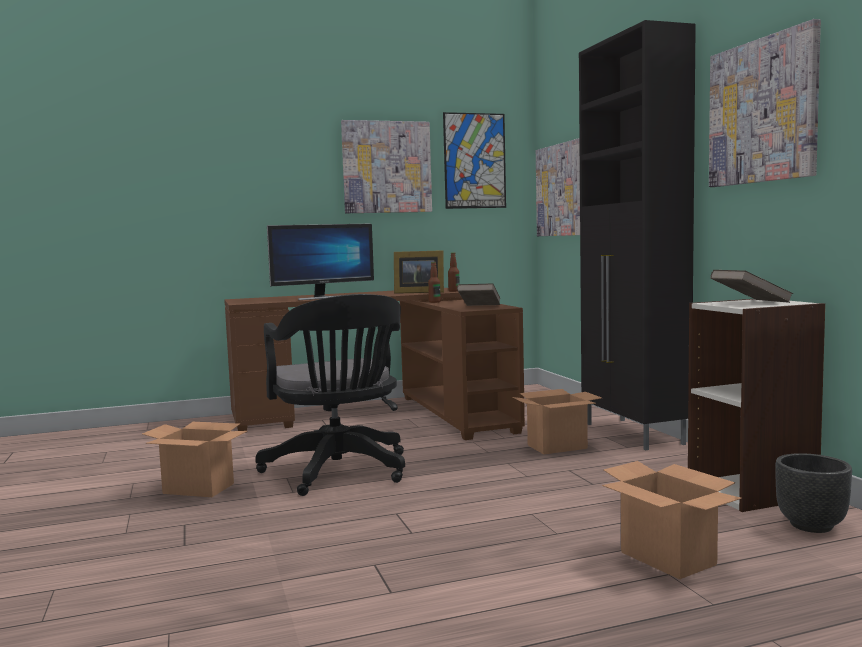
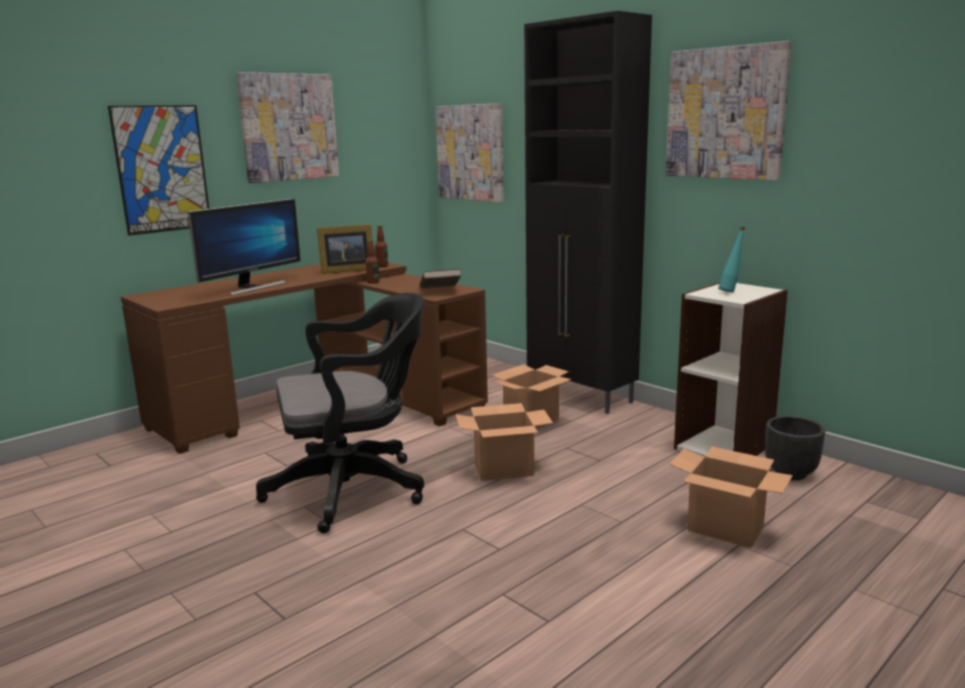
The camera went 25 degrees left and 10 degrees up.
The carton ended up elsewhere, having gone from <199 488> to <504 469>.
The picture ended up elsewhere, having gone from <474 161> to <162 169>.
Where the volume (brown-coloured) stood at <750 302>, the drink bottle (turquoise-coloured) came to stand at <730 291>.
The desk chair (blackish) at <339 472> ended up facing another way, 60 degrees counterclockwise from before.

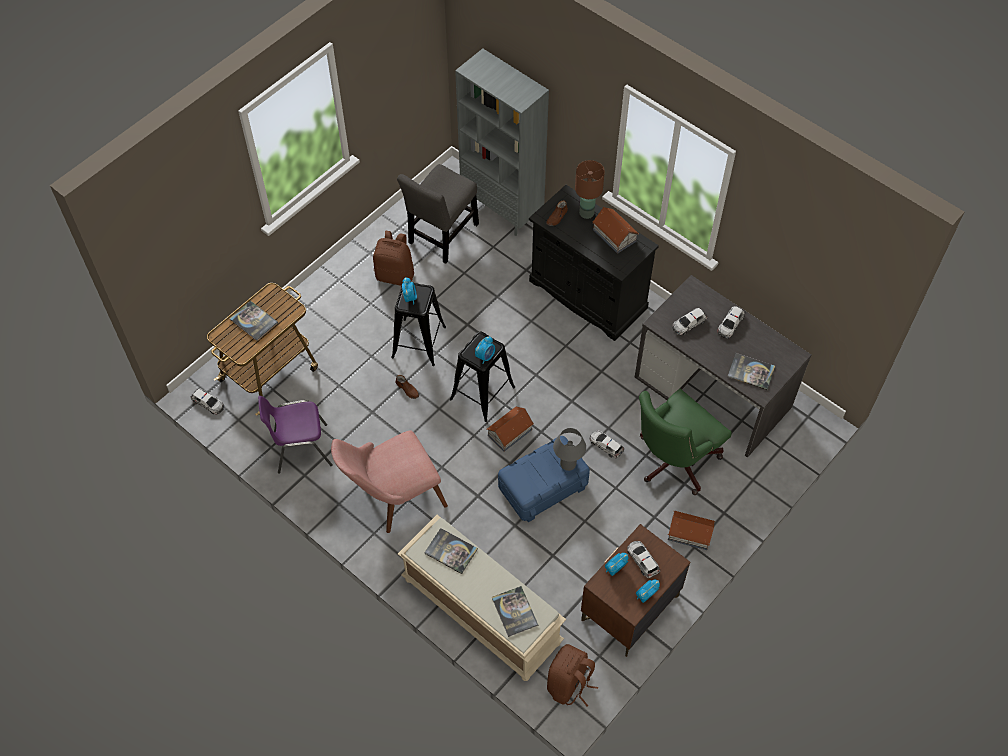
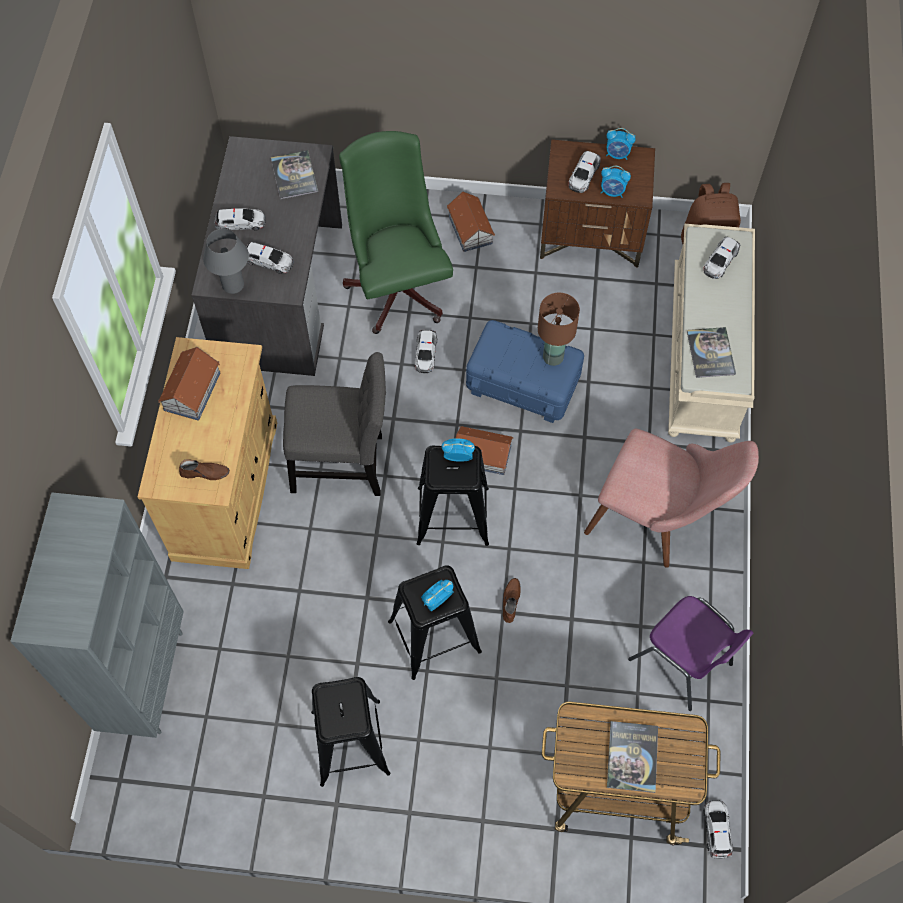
The camera went 125 degrees left and 5 degrees up.
The chair (grey) ended up elsewhere, having gone from <442 236> to <343 464>.
The table lamp (grey) ended up elsewhere, having gone from <568 464> to <233 285>.
The table lamp (brown-coloured) ended up elsewhere, having gone from <586 213> to <553 357>.
Where the backpack (brown-coloured) stood at <395 274>, the stool (blackish) came to stand at <350 742>.
Where the volume stood at <514 611>, the model car came to stand at <720 261>.
What was the cabinet (blackish) at <587 295> turned into the cabinet (beige-coloured) at <226 490>.
The desk chair (green) at <672 461> ended up facing another way, 120 degrees counterclockwise from before.

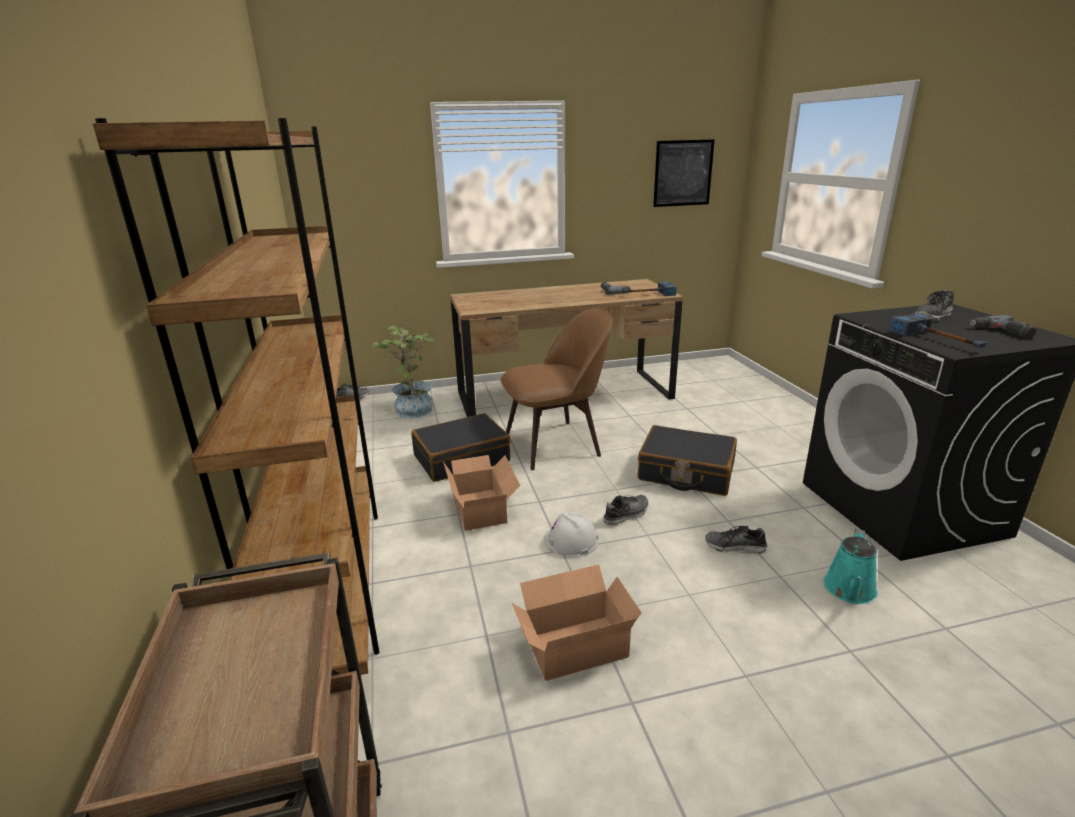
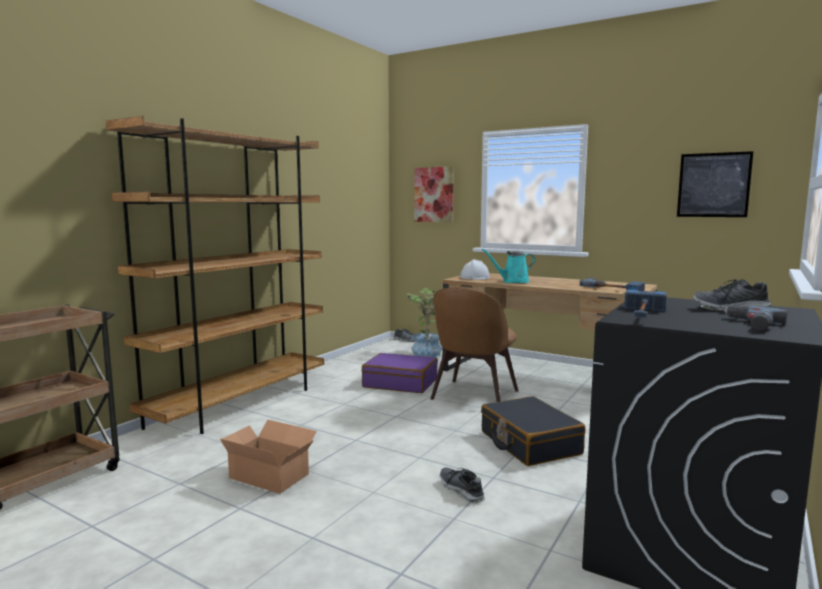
The camera went 45 degrees right and 15 degrees down.
The second view lost the carton at <482 508>.
The second view lost the low shoe at <626 515>.
The second view gained the picture at <434 194>.
The hard hat (whitish) ended up elsewhere, having gone from <570 541> to <474 277>.
The watering can (turquoise-coloured) ended up elsewhere, having gone from <849 591> to <513 281>.
What was the piece of luggage (blackish) at <461 458> turned into the piece of luggage (purple-coloured) at <400 383>.
The chair (brown-coloured) at <556 443> ended up facing another way, 90 degrees clockwise from before.

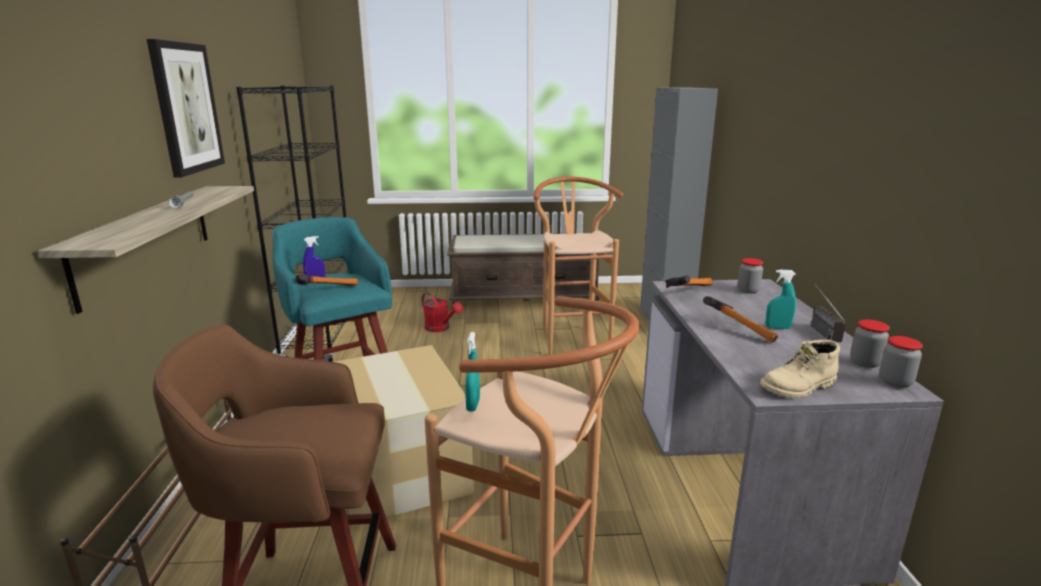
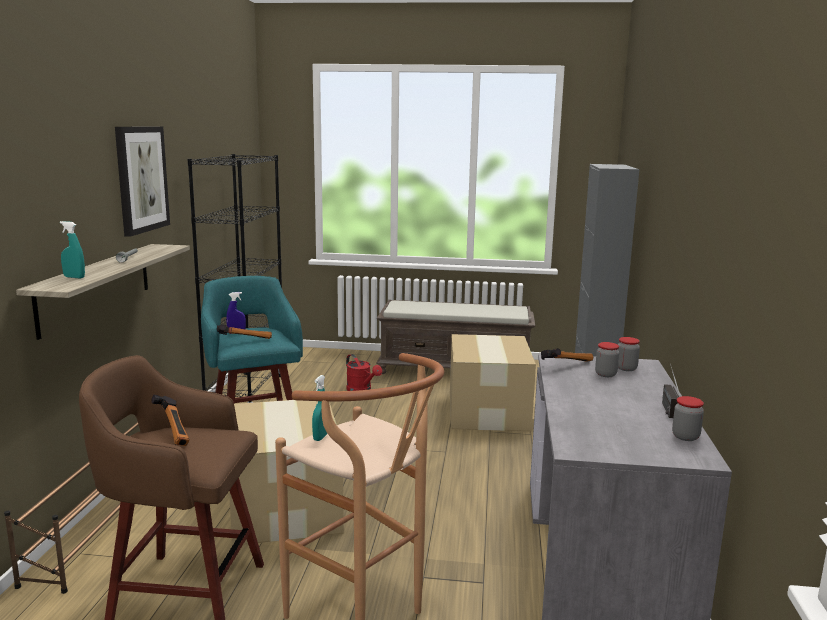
The camera went 10 degrees right and 5 degrees down.
The second view lost the tall boot (beige-coloured) at <799 388>.
The hammer ended up elsewhere, having gone from <741 330> to <179 431>.
The hand sprayer (turquoise-coloured) ended up elsewhere, having gone from <777 328> to <74 277>.
The preserve jar ended up elsewhere, having gone from <895 382> to <605 374>.
Where the stool (brown-coloured) stood at <572 338>, the carton came to stand at <488 411>.

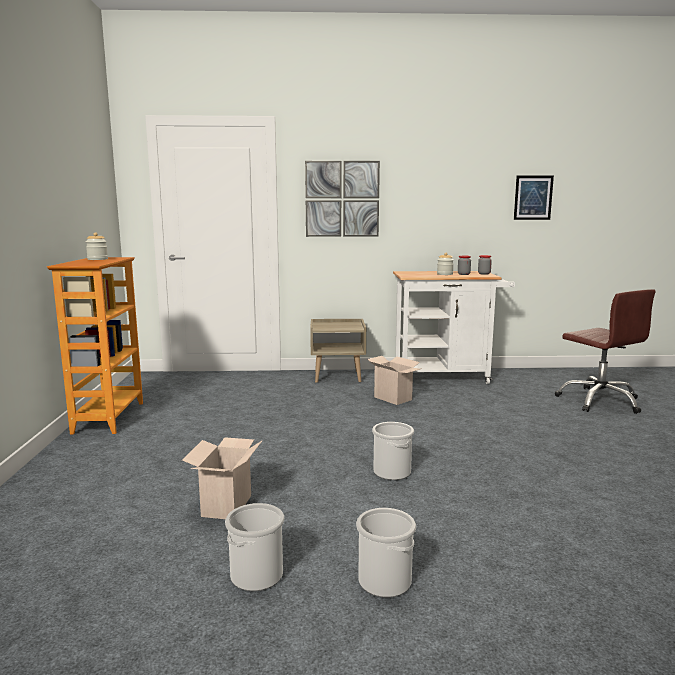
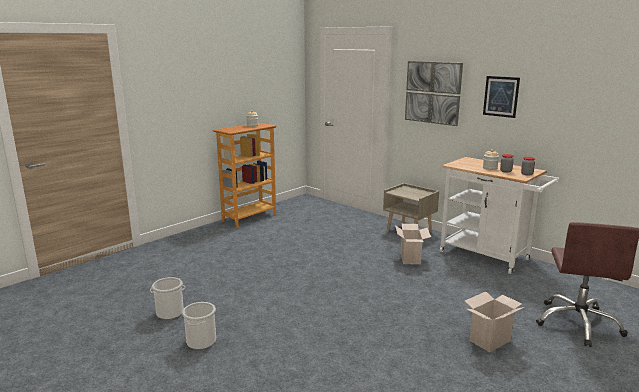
The camera went 45 degrees right and 5 degrees up.
The second view lost the bucket at <391 472>.
The carton ended up elsewhere, having gone from <226 505> to <489 340>.
The picture ended up elsewhere, having gone from <533 197> to <501 96>.

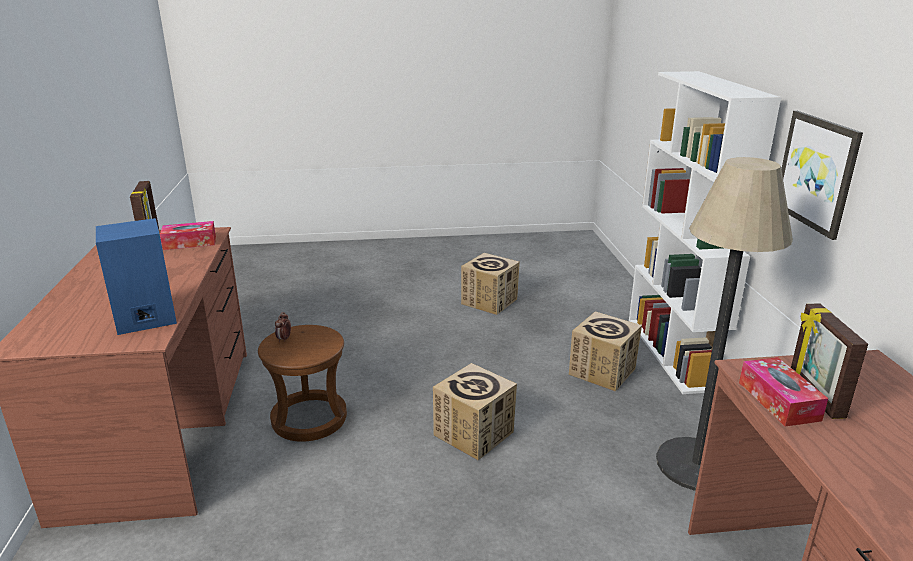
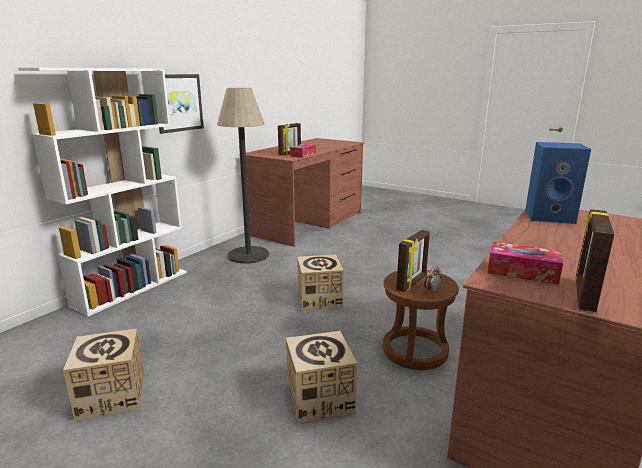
The camera went 140 degrees left and 5 degrees down.
The second view gained the picture frame at <412 283>.
The carton ended up elsewhere, having gone from <602 371> to <319 398>.

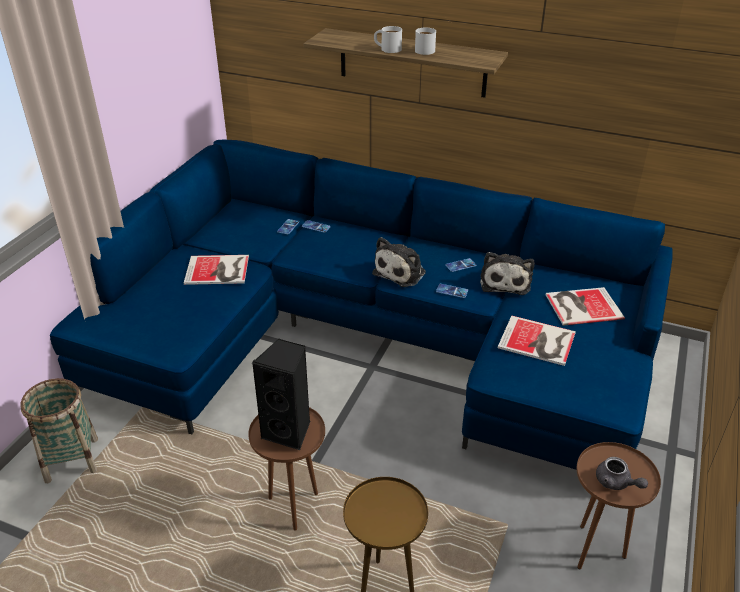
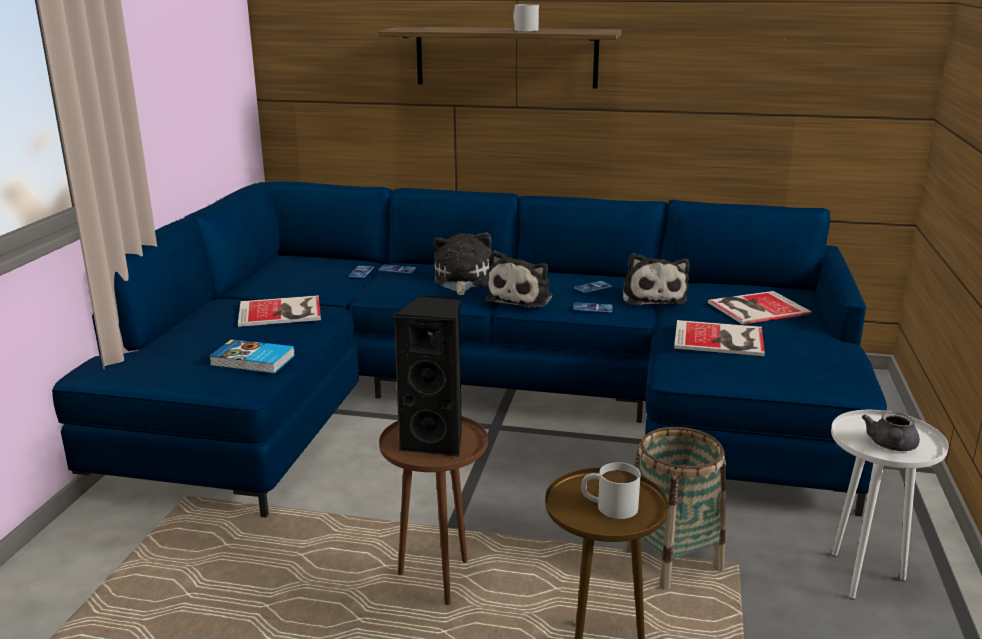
The camera went 10 degrees left and 15 degrees down.
The second view gained the volume at <252 361>.
The second view gained the cuddly toy at <462 280>.
The basket ended up elsewhere, having gone from <71 460> to <672 561>.
The coffee mug (whitish) ended up elsewhere, having gone from <387 48> to <609 506>.
What was the end table (brown-coloured) at <595 550> turned into the end table (whitish) at <862 577>.
The tea pot (grey) at <616 483> ended up facing another way, 75 degrees clockwise from before.

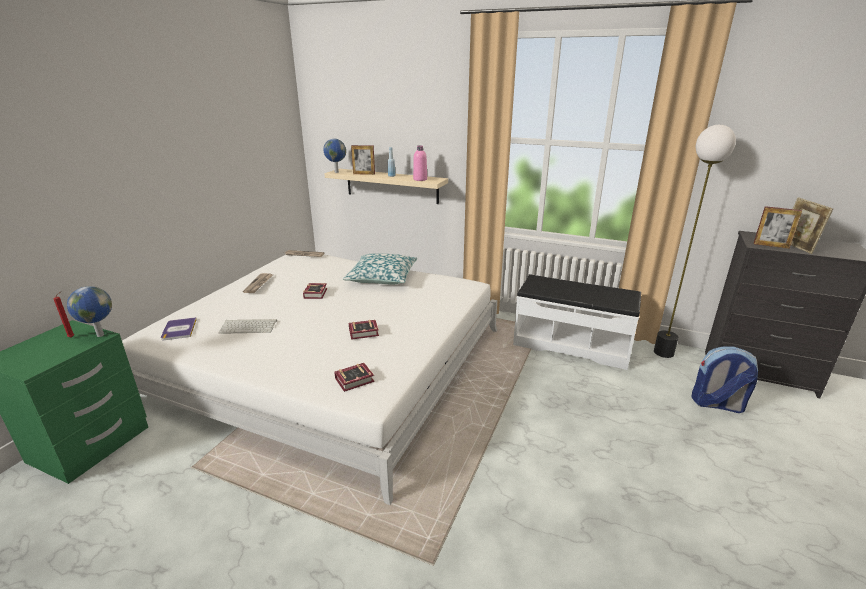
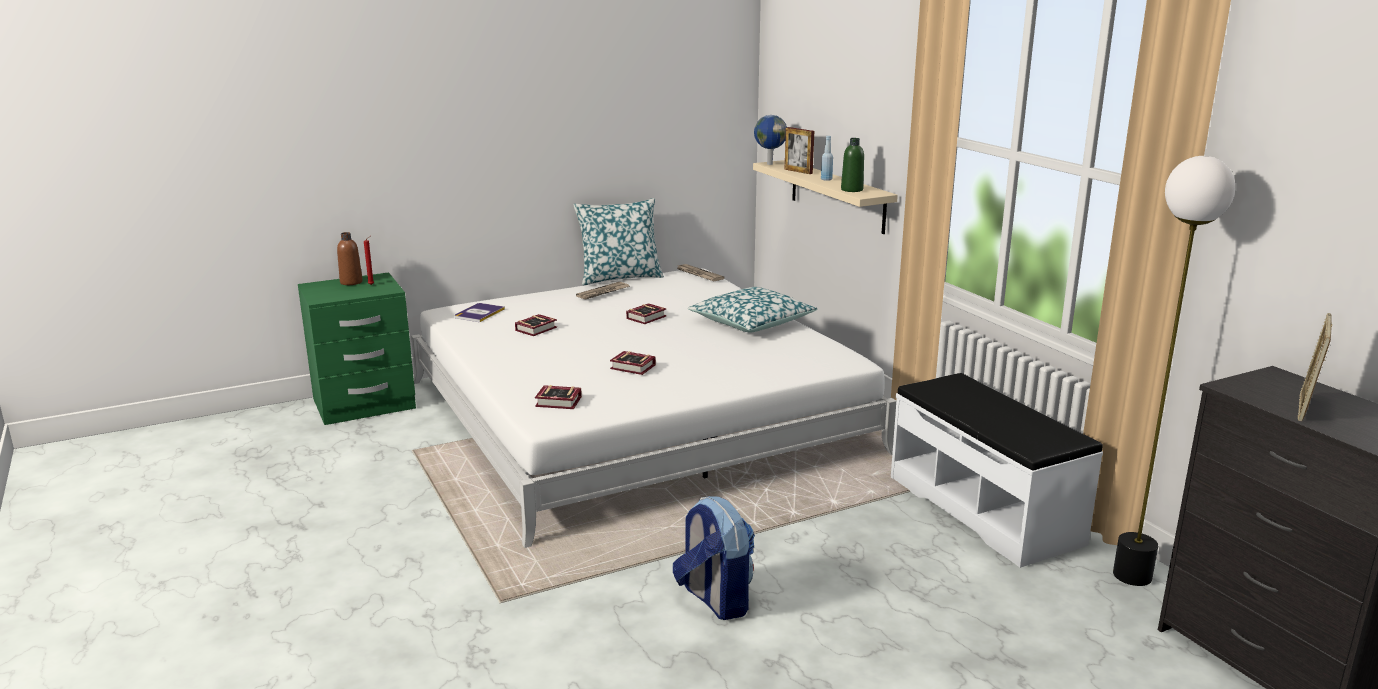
The camera went 40 degrees right and 5 degrees down.
The second view lost the desk globe at <99 335>.
The second view lost the picture frame at <771 245>.
The second view gained the drink bottle (brown-coloured) at <351 282>.
The second view gained the throw pillow at <619 277>.
The backpack ended up elsewhere, having gone from <716 404> to <714 599>.
Where the computer keyboard stood at <249 326>, the volume came to stand at <538 329>.
What was the drink bottle (pinkish) at <420 179> turned into the drink bottle (green) at <852 190>.

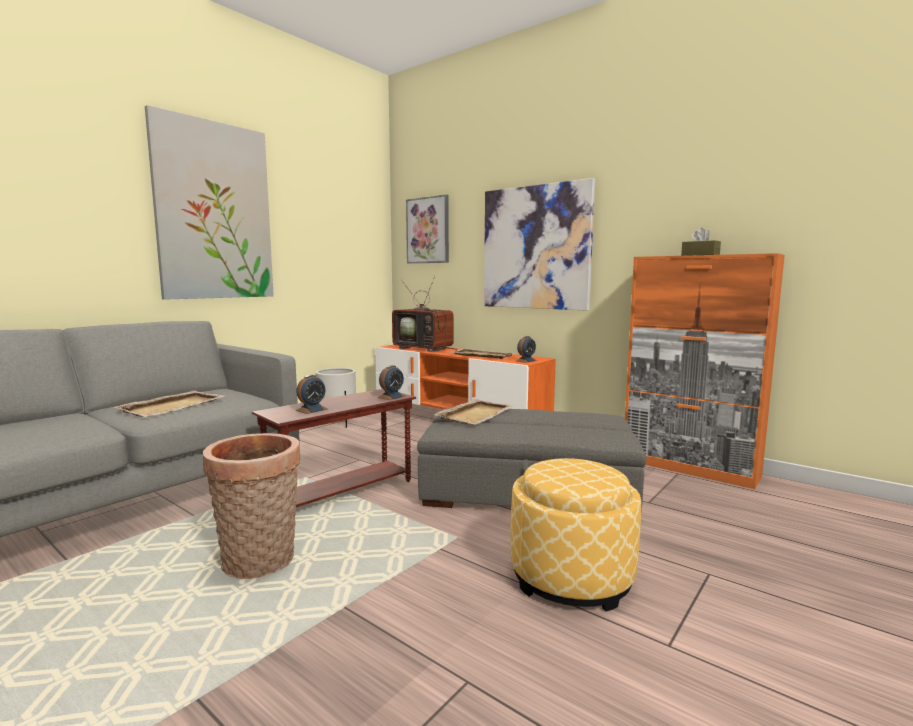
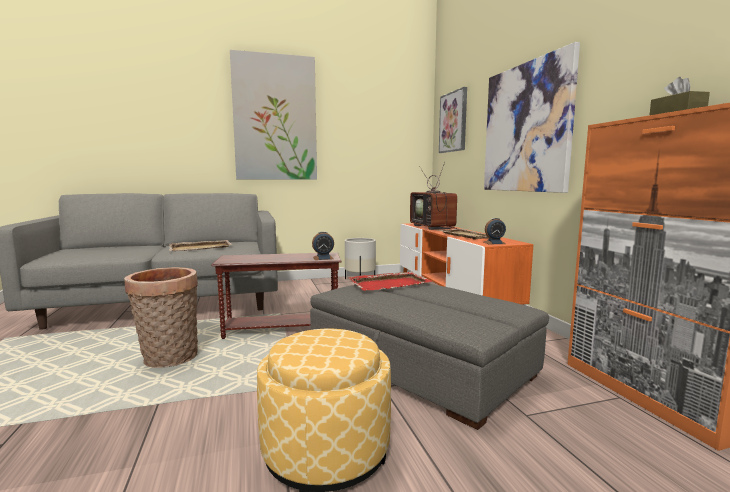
The camera went 35 degrees right and 0 degrees up.
The second view lost the alarm clock at <311 410>.
What was the serving tray (beige-coloured) at <475 414> turned into the serving tray (reddish) at <390 284>.

